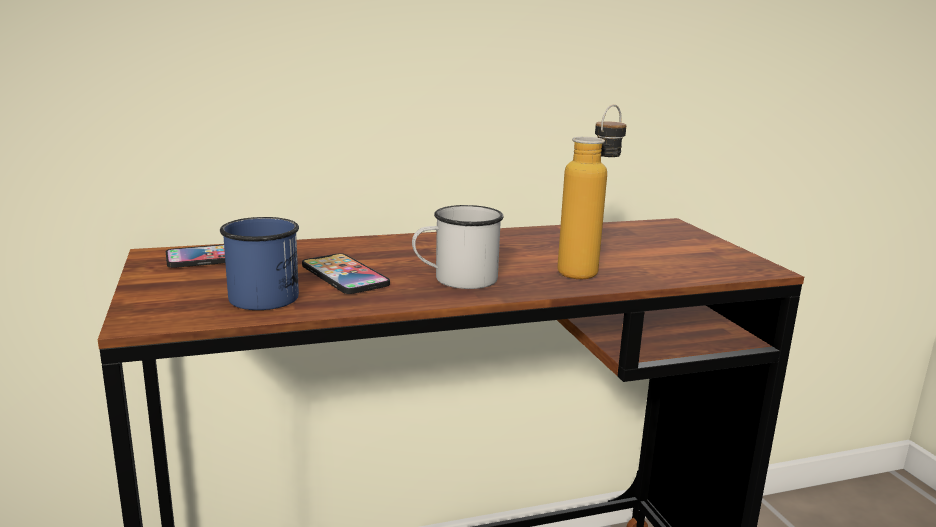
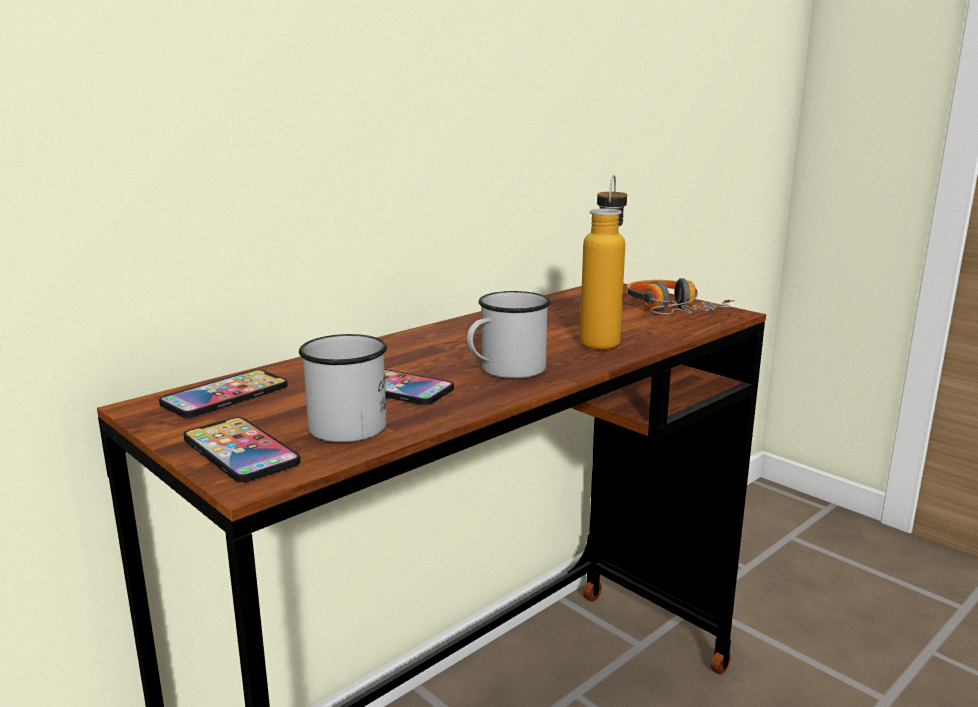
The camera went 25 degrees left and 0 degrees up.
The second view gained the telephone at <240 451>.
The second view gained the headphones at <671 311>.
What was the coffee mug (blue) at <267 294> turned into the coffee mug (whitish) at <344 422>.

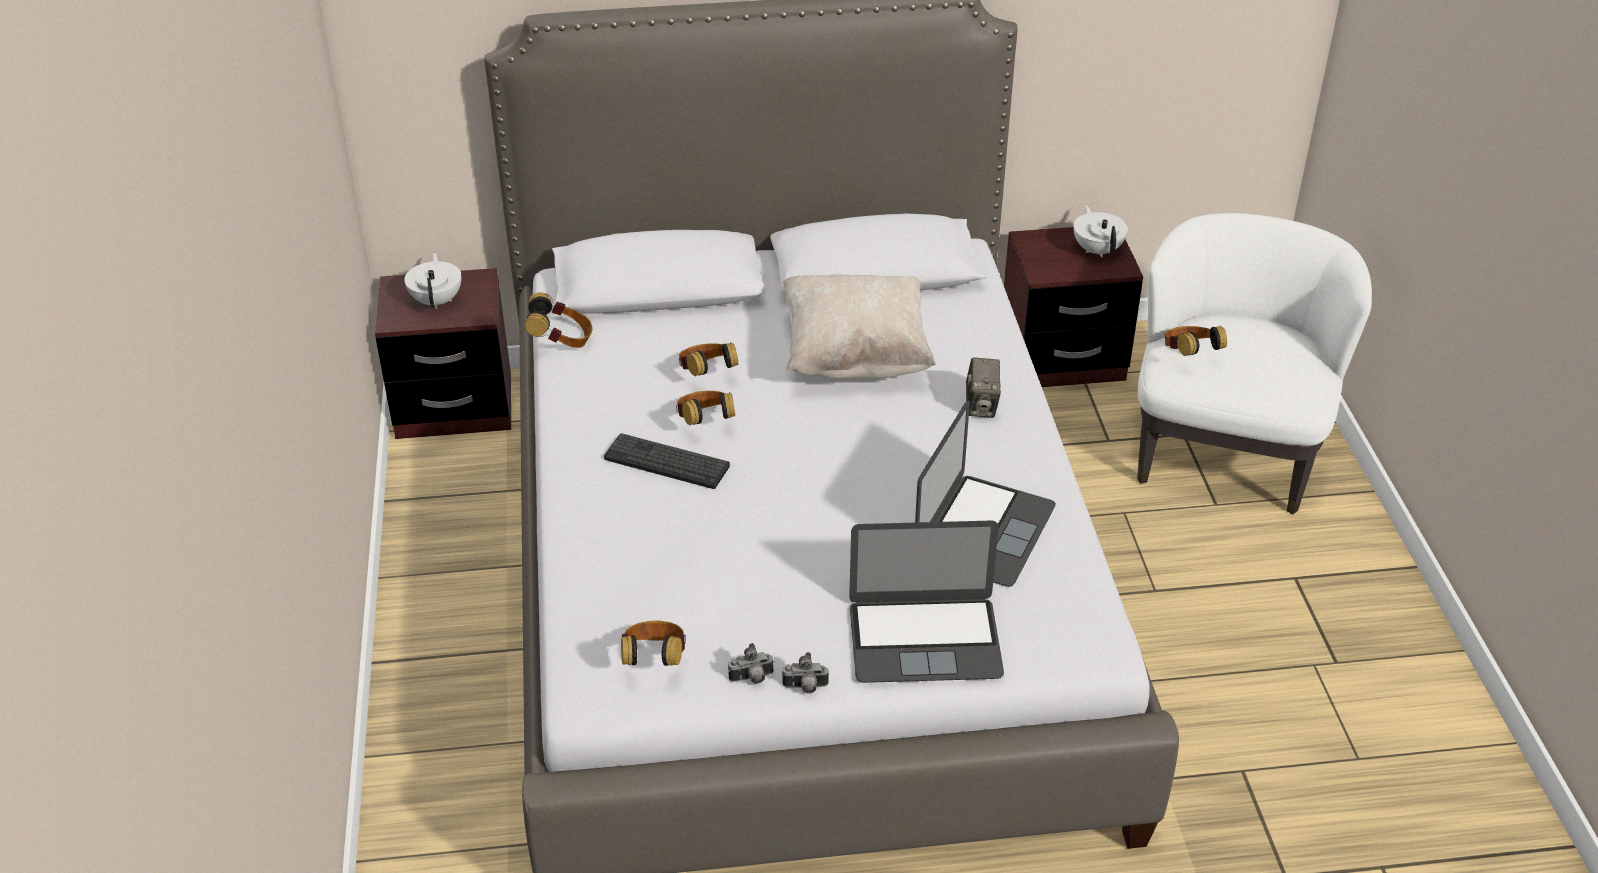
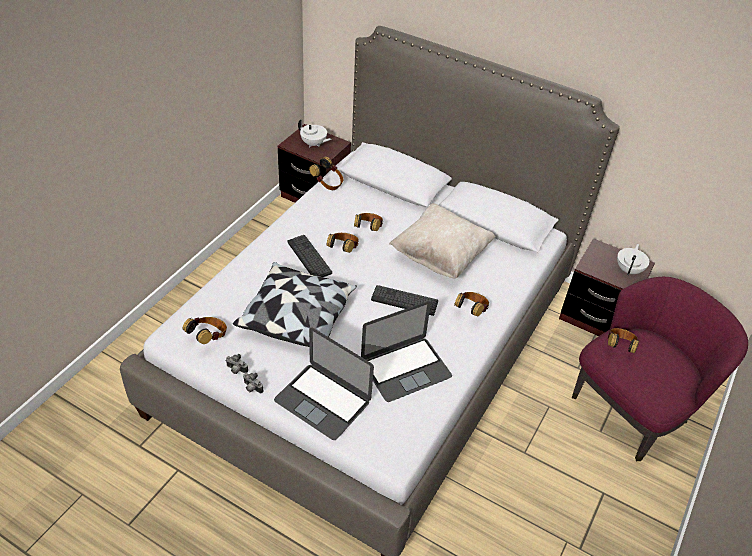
The camera went 35 degrees right and 5 degrees up.
The second view gained the throw pillow at <297 316>.
The second view gained the computer keyboard at <404 301>.
Where the still camera stood at <981 406>, the headphones came to stand at <471 311>.
What was the lounge chair (whitish) at <1225 452> turned into the lounge chair (purple-coloured) at <633 409>.
The tea pot (whitish) at <437 300> ended up facing another way, 90 degrees clockwise from before.

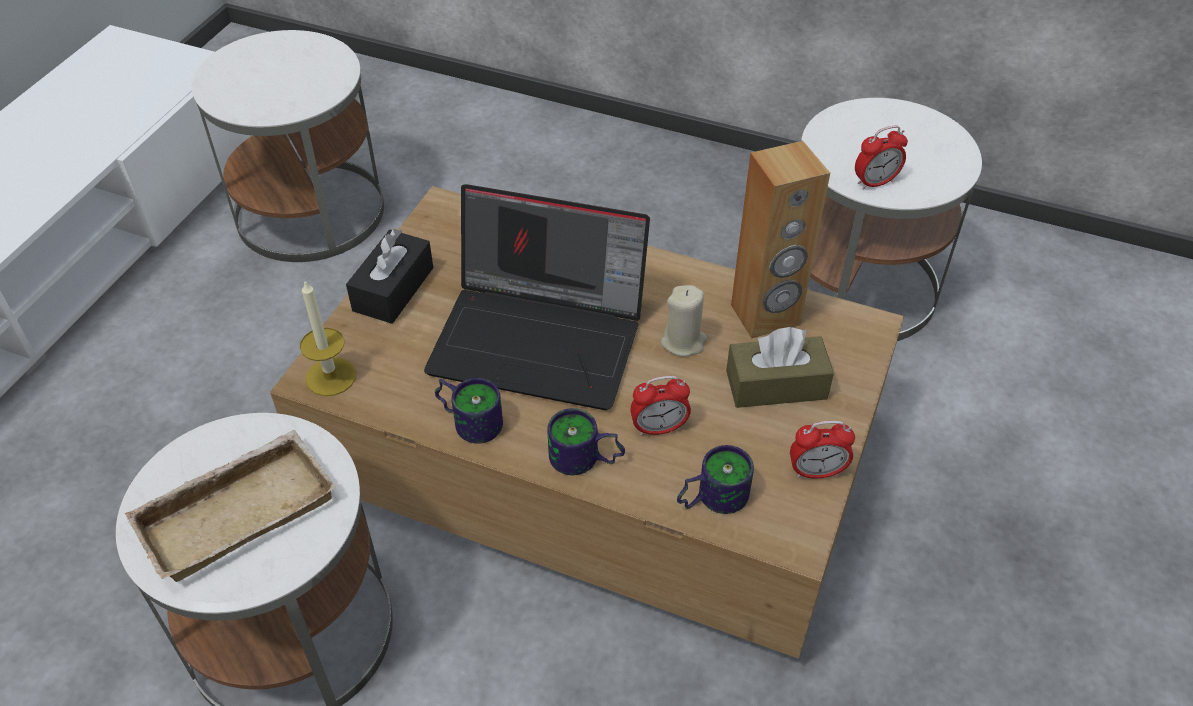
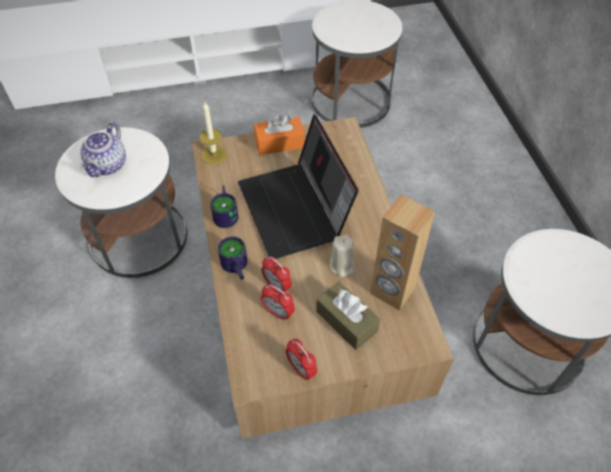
The camera went 55 degrees right and 5 degrees up.
The second view lost the coffee mug at <710 496>.
The alarm clock ended up elsewhere, having gone from <875 182> to <278 312>.
Where the serving tray (beige-coloured) stood at <237 509>, the tea pot came to stand at <108 166>.
What was the tissue holder (blackish) at <393 289> turned into the tissue holder (orangey) at <279 143>.

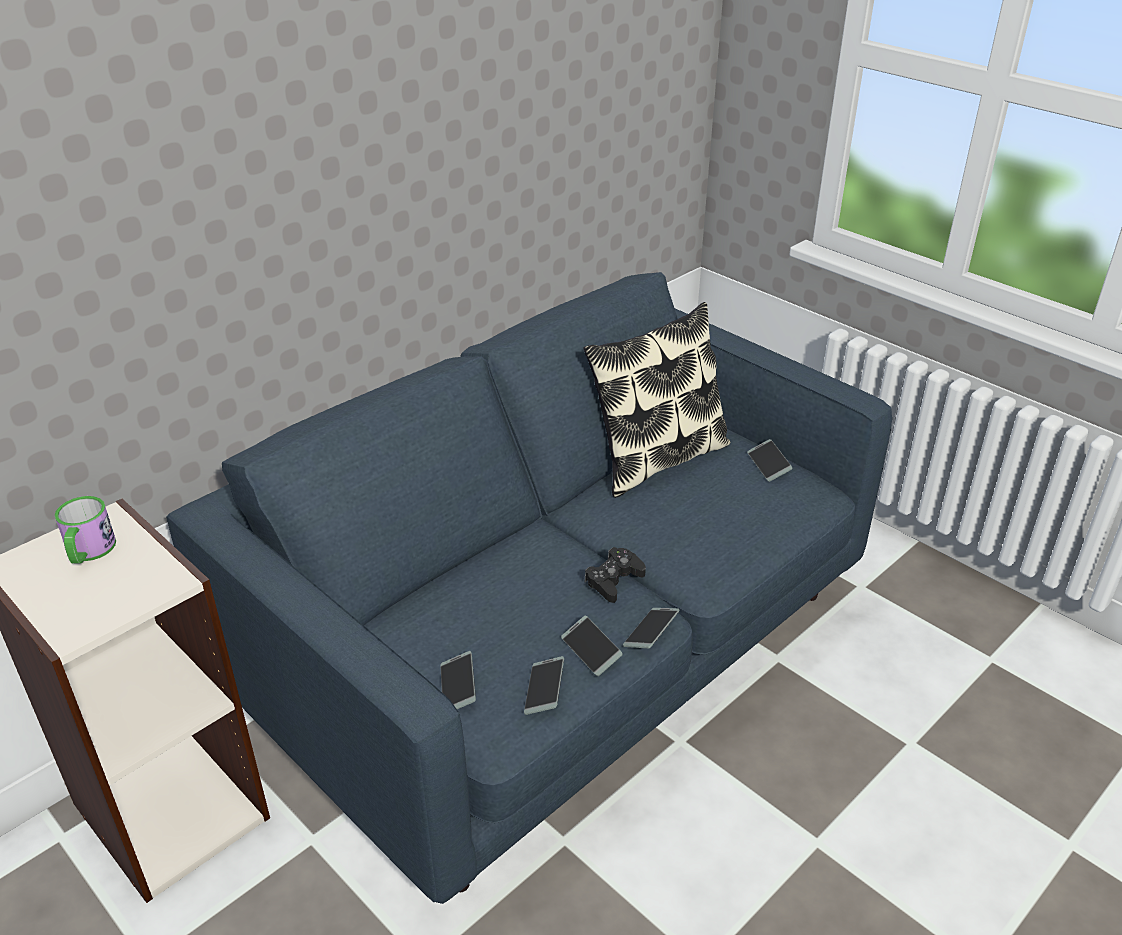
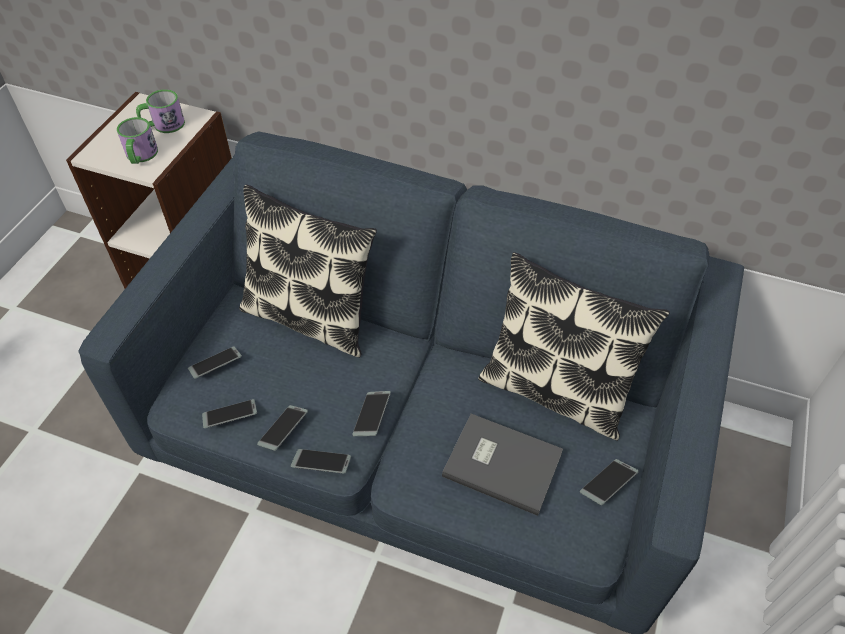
The camera went 65 degrees right and 15 degrees up.
The second view gained the coffee mug at <140 156>.
The second view gained the throw pillow at <310 317>.
The second view gained the volume (grey) at <501 462>.
Where the game controller (blackish) stood at <614 580>, the telephone came to stand at <372 416>.

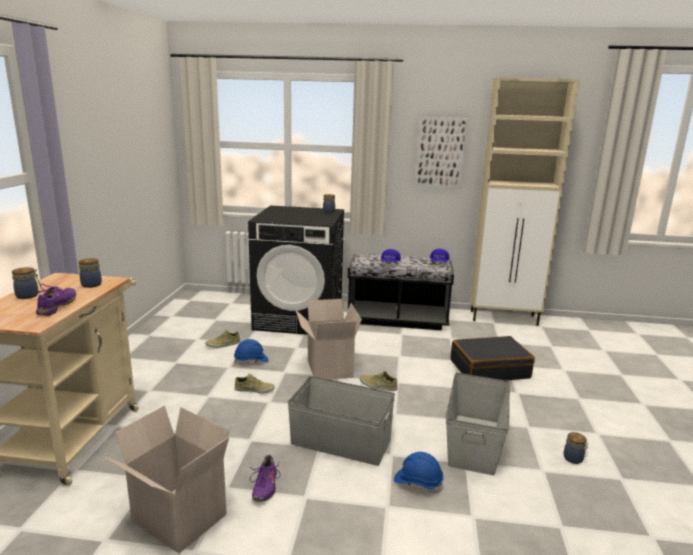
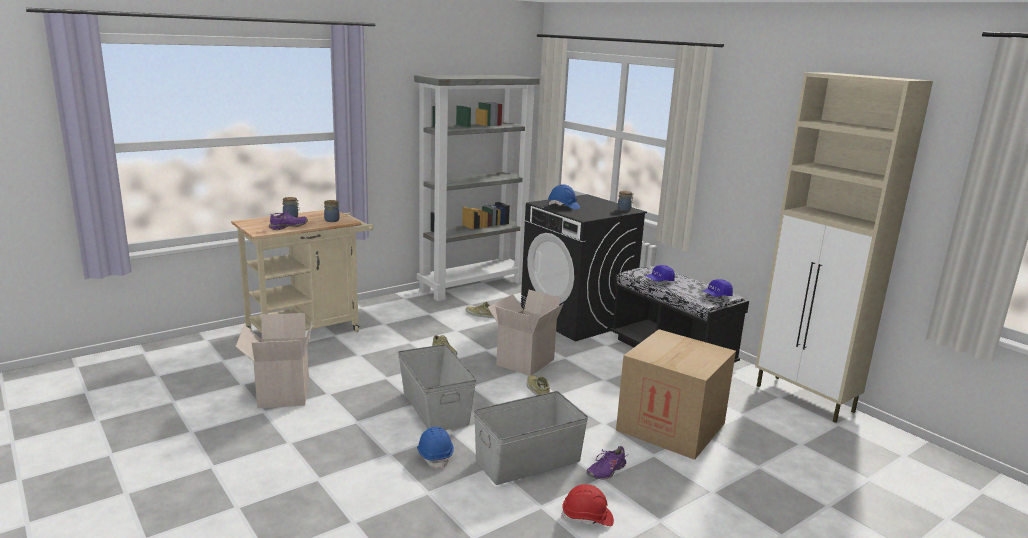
The camera went 45 degrees right and 0 degrees up.
The second view lost the picture at <441 153>.
The second view gained the shelving unit (grey) at <473 285>.
The hard hat (blue) ended up elsewhere, having gone from <251 361> to <563 206>.
The low shoe (purple-coloured) ended up elsewhere, having gone from <264 487> to <606 470>.
Where the piece of luggage (blackish) stood at <489 369>, the carton came to stand at <671 427>.
Where the preserve jar stood at <574 459>, the hard hat (reddish) came to stand at <587 518>.

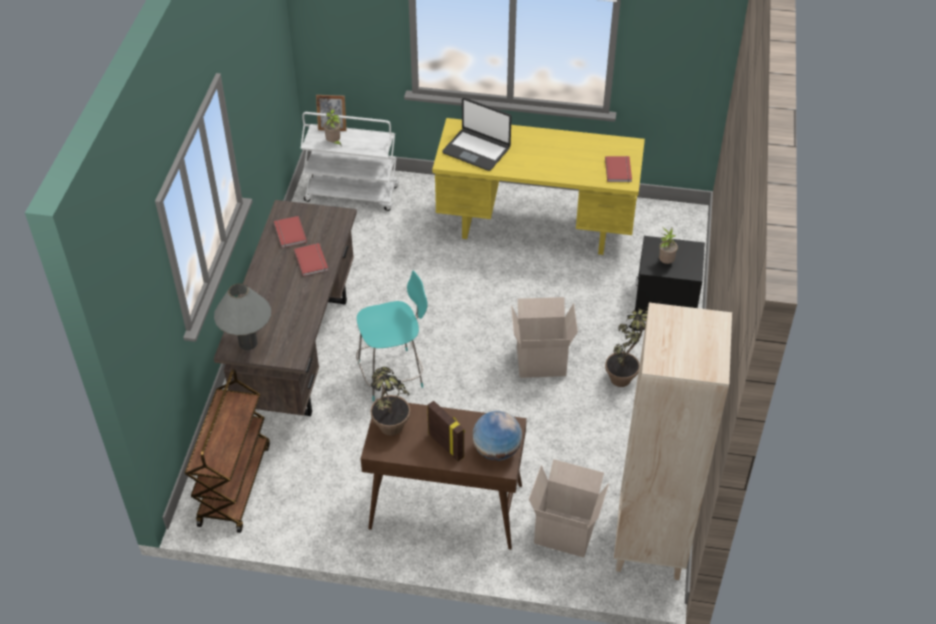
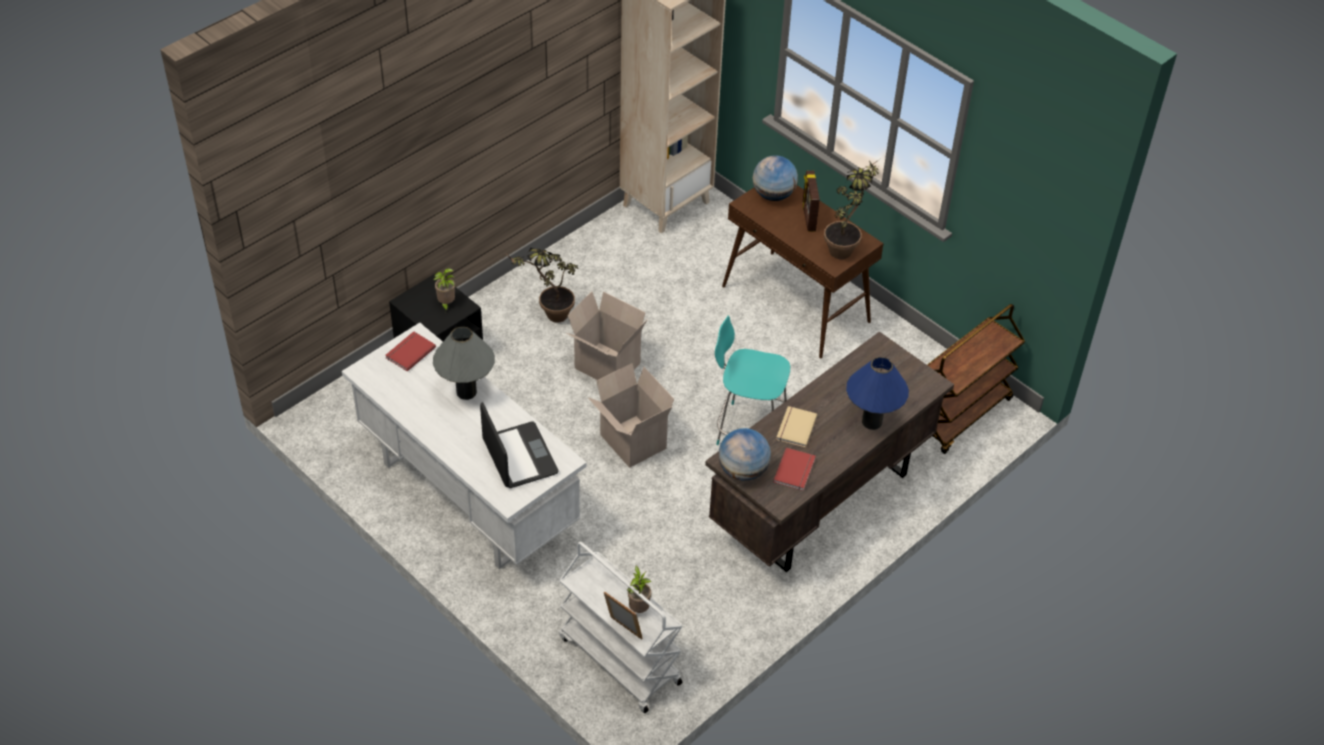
The camera went 145 degrees left and 0 degrees up.
The second view gained the desk globe at <743 471>.
The second view gained the table lamp (blue) at <872 422>.
The table lamp (grey) ended up elsewhere, having gone from <248 343> to <466 392>.
The carton ended up elsewhere, having gone from <566 531> to <631 442>.
What was the volume (reddish) at <312 260> turned into the volume (beige-coloured) at <795 428>.
What was the desk table (yellowish) at <537 226> turned into the desk table (whitish) at <466 495>.

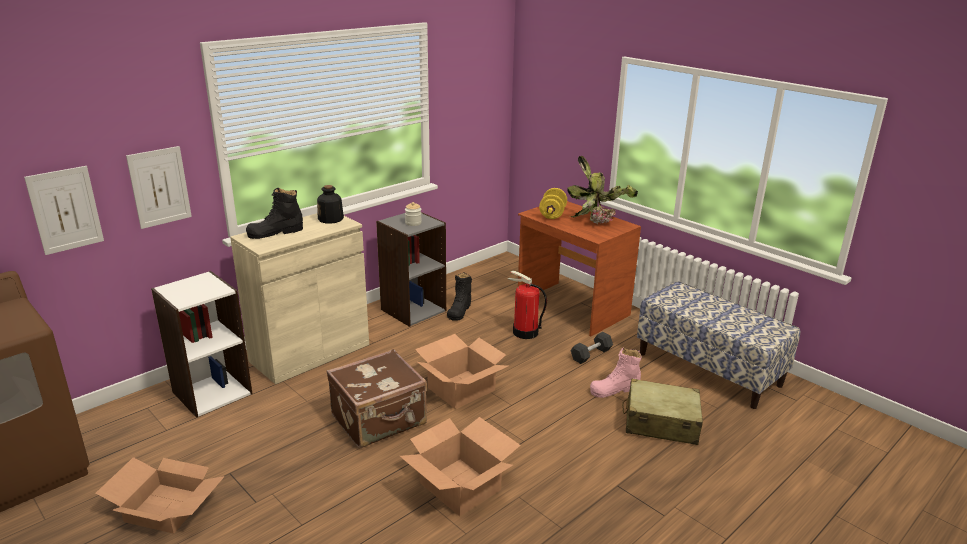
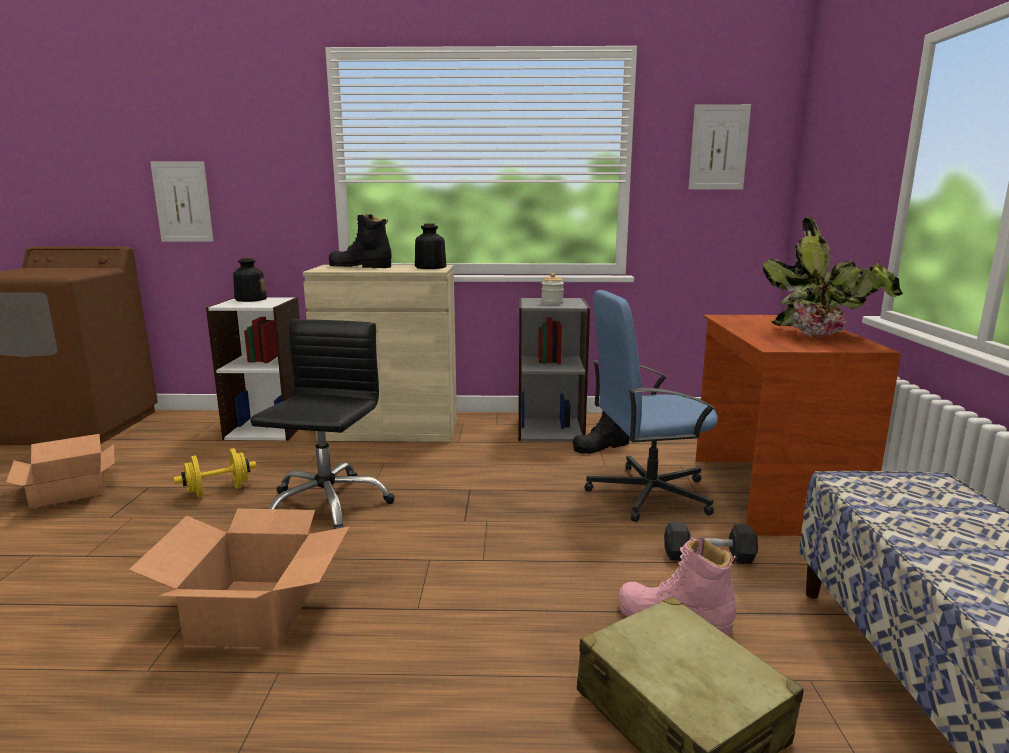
The camera went 45 degrees right and 10 degrees down.
The second view lost the carton at <460 389>.
The second view gained the drink bottle at <250 299>.
The picture ended up elsewhere, having gone from <159 187> to <718 147>.
The free weight (yellowish) ended up elsewhere, having gone from <552 214> to <218 490>.
Where the piece of luggage (brown-coloured) stood at <380 420>, the desk chair (blackish) came to stand at <326 505>.
Where the extinguisher stood at <525 332>, the desk chair (blue) came to stand at <647 494>.

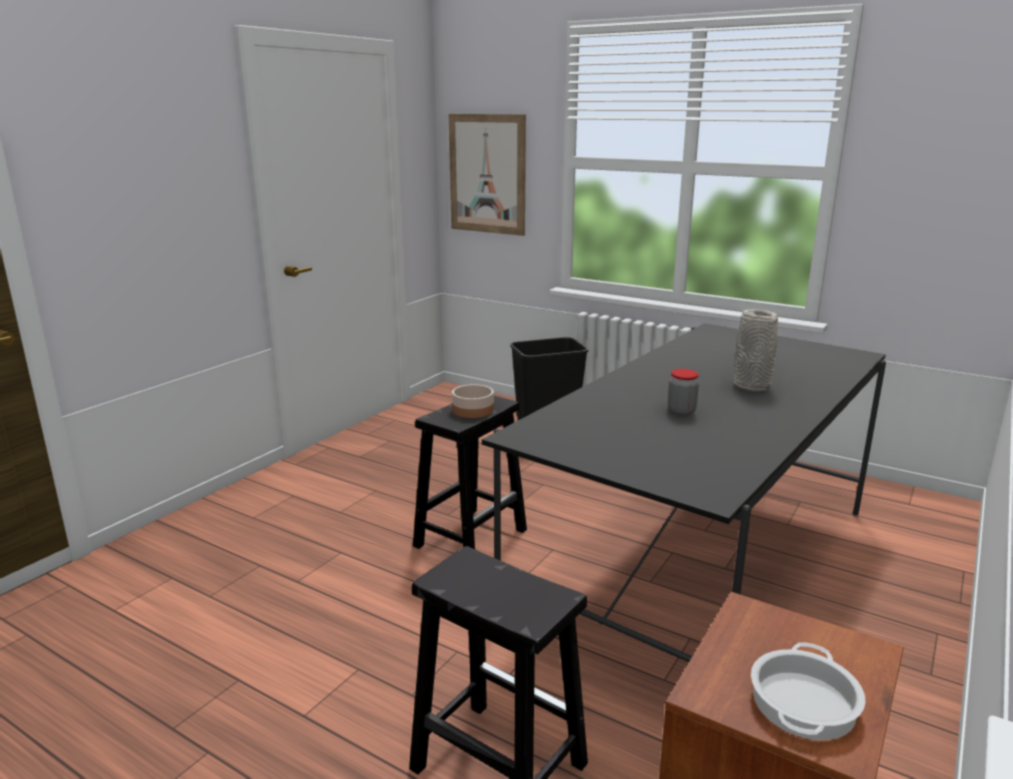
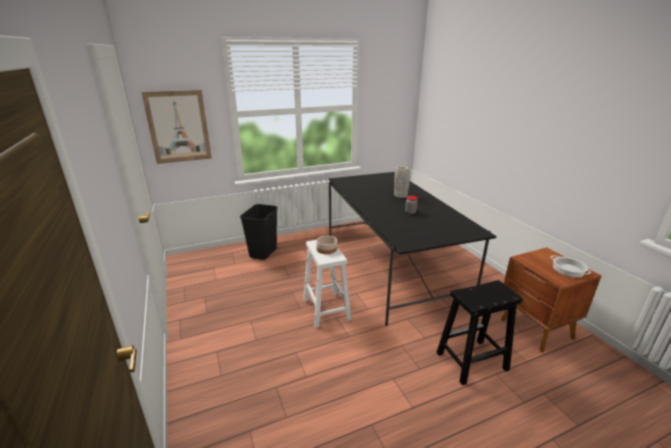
The camera went 55 degrees left and 5 degrees up.
What was the stool (blackish) at <471 537> turned into the stool (whitish) at <325 309>.

